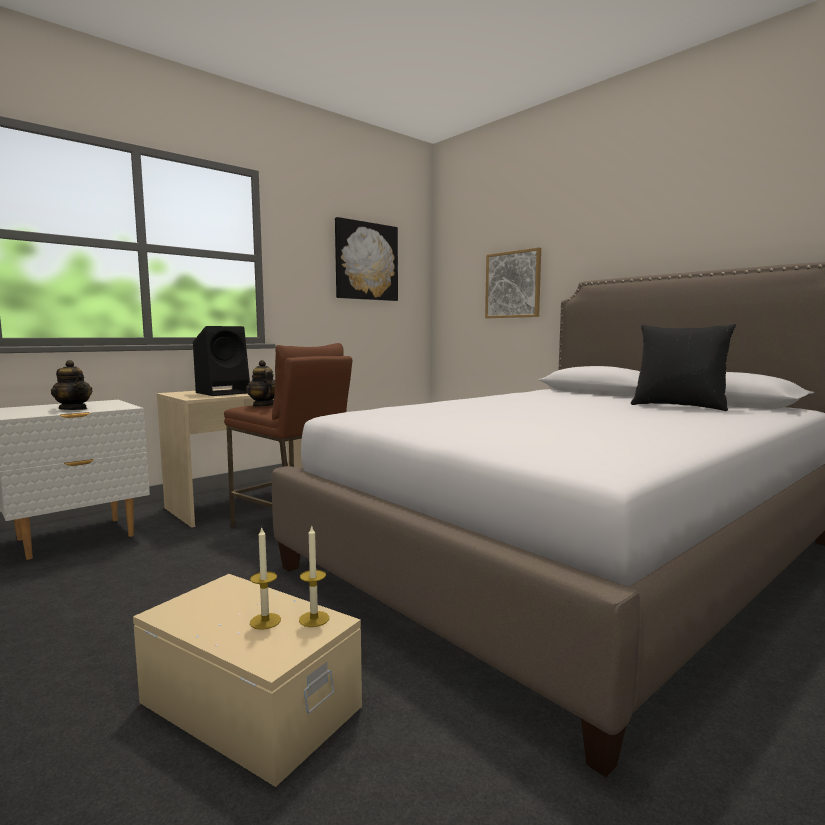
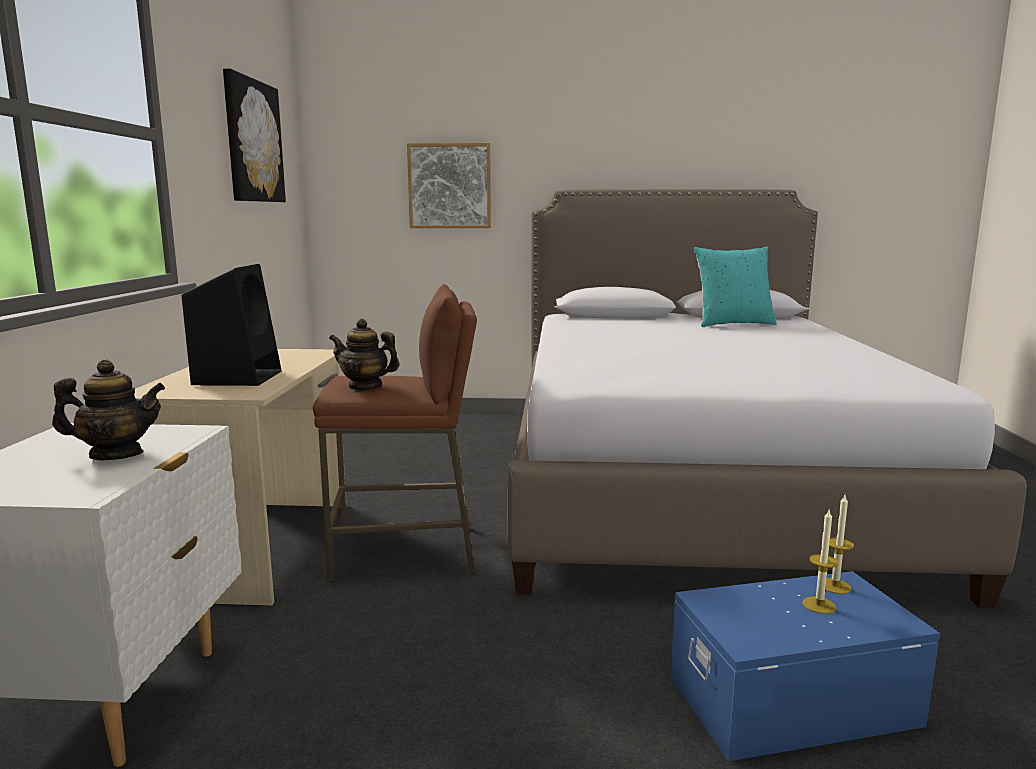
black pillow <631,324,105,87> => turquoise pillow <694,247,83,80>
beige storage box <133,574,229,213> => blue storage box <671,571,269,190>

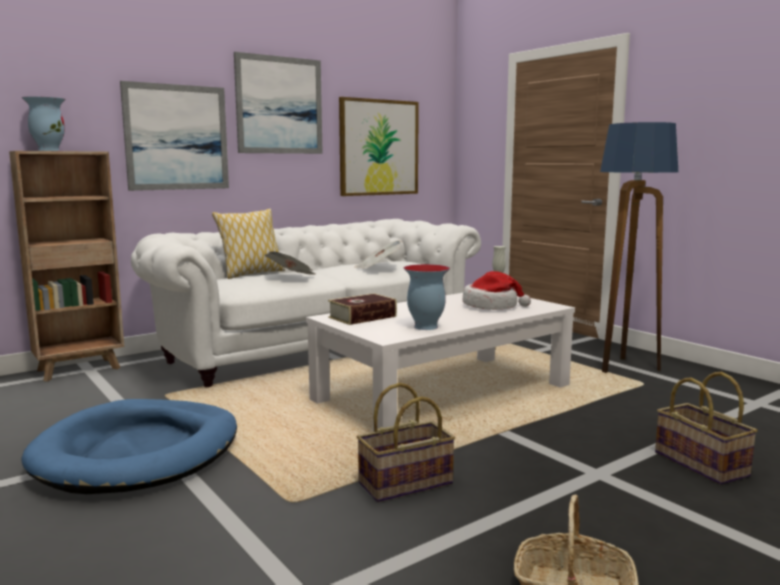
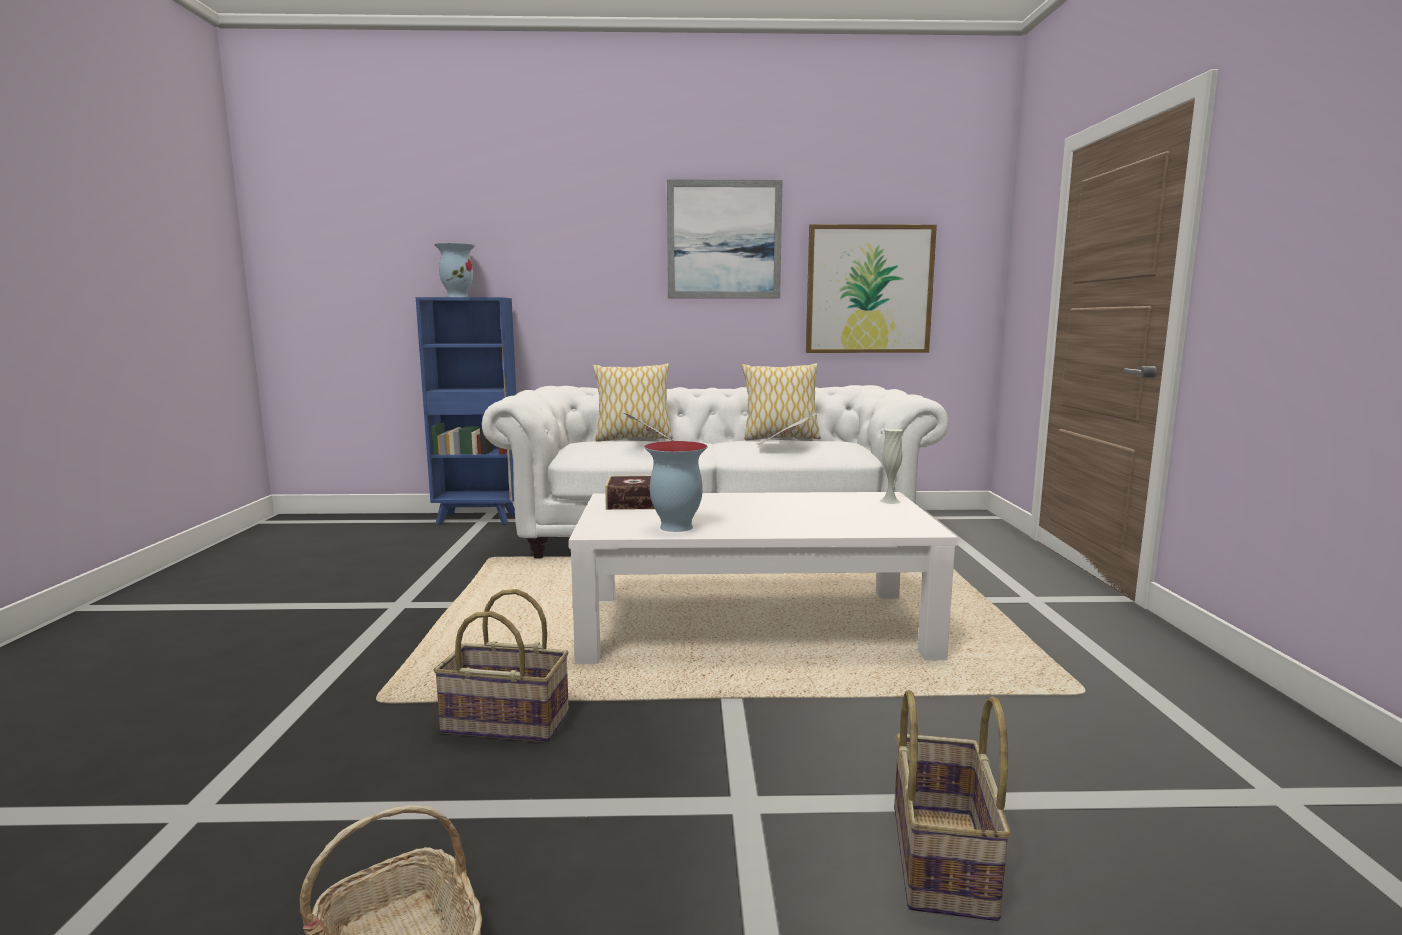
picture <120,81,109,110> => nothing
floor lamp <600,122,78,251> => nothing
brown bookcase <9,151,115,230> => blue bookcase <416,297,100,228>
hat <463,271,68,39> => nothing
blue dog bed <22,399,215,95> => nothing
nothing => pillow <742,363,79,78>

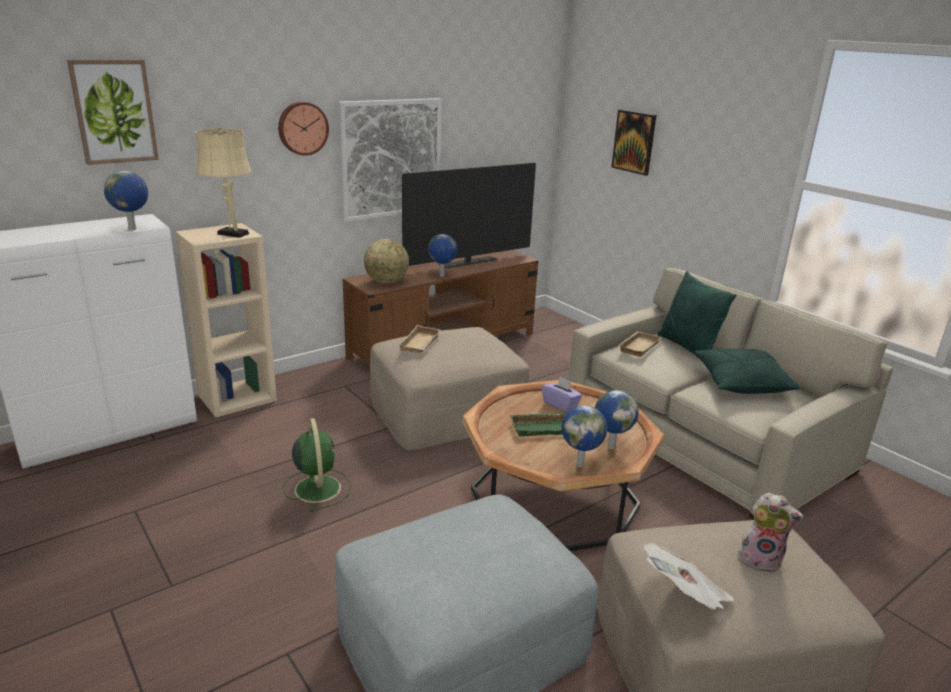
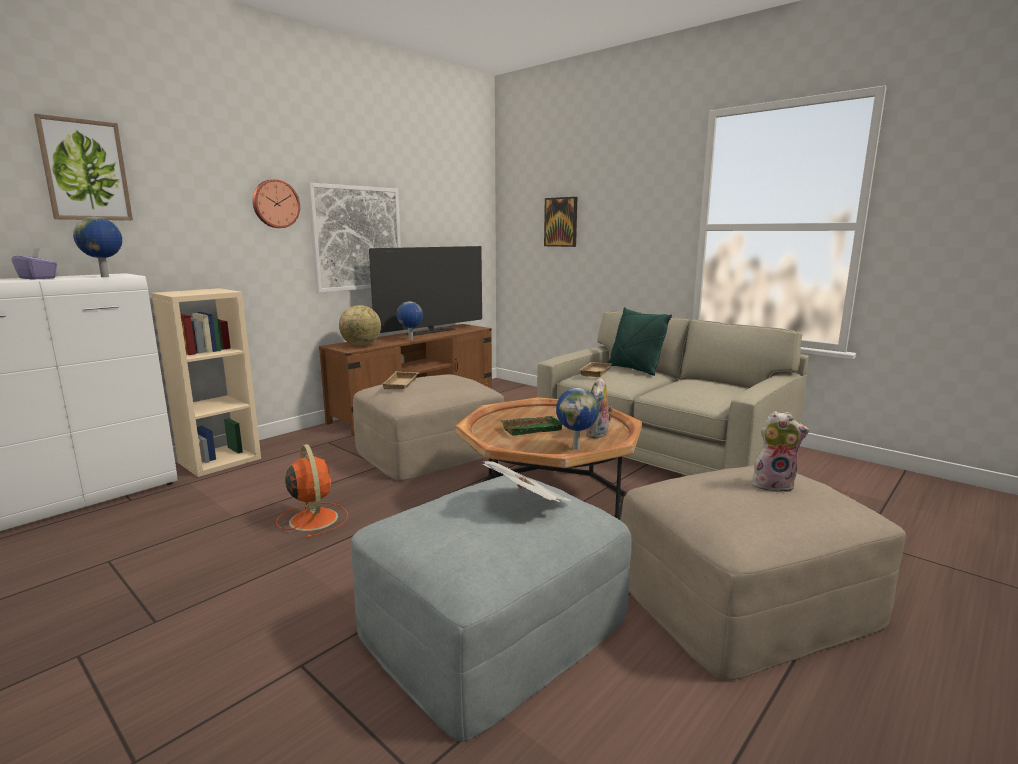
beige table lamp <195,126,56,112> => nothing
green pillow <694,349,106,45> => nothing
purple tissue box <542,377,40,35> => purple tissue box <11,248,46,32>, move
globe <595,390,43,59> => plush toy <586,377,27,62>
green fan <283,418,68,94> => orange fan <276,444,72,94>
newspaper <644,543,90,67> => newspaper <482,461,90,41>, move

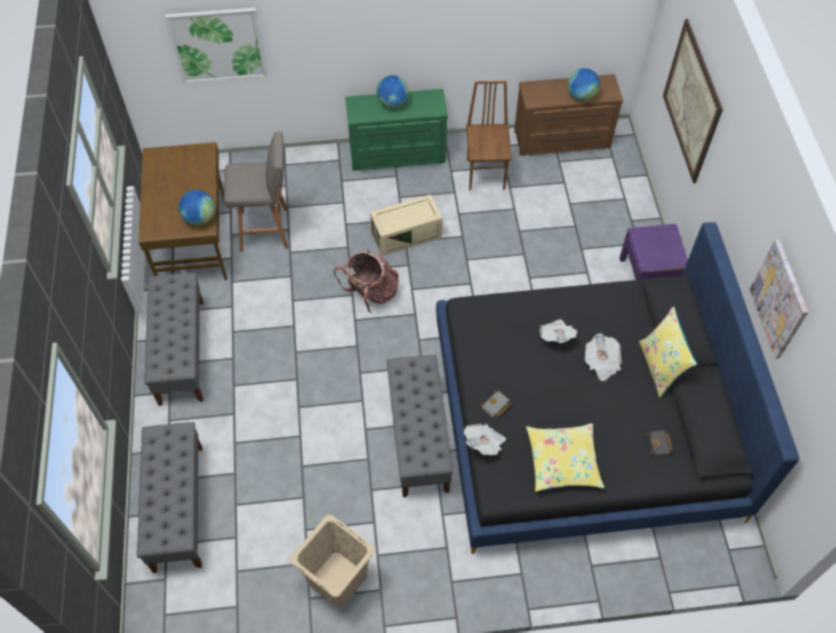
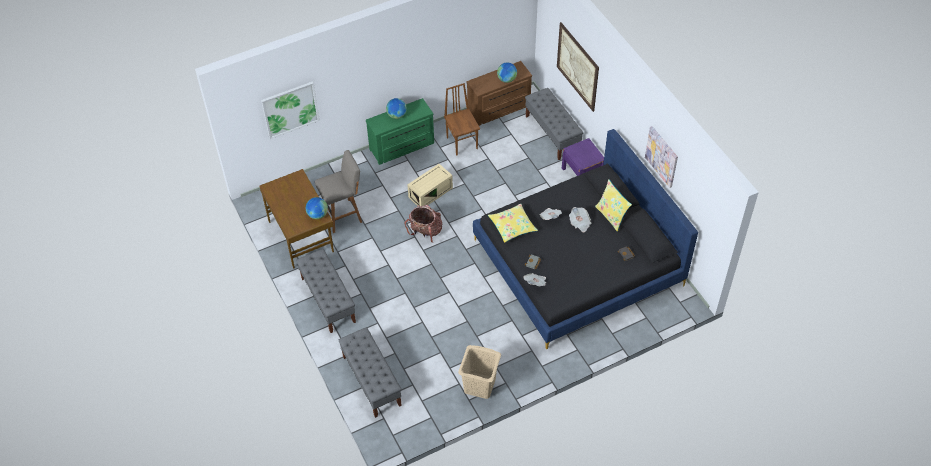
grey bench <387,355,66,142> => grey bench <525,88,58,72>, move
yellow pillow <526,423,78,69> => yellow pillow <488,204,50,39>, move

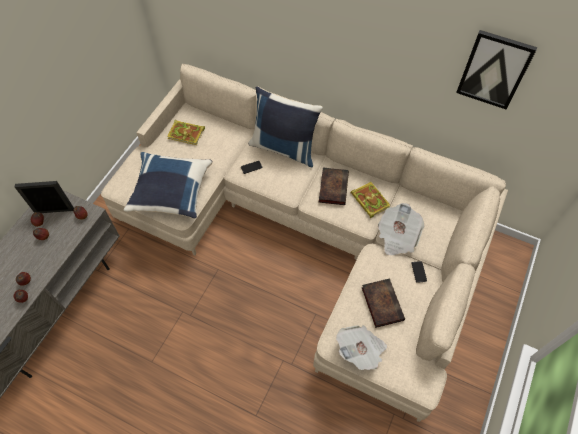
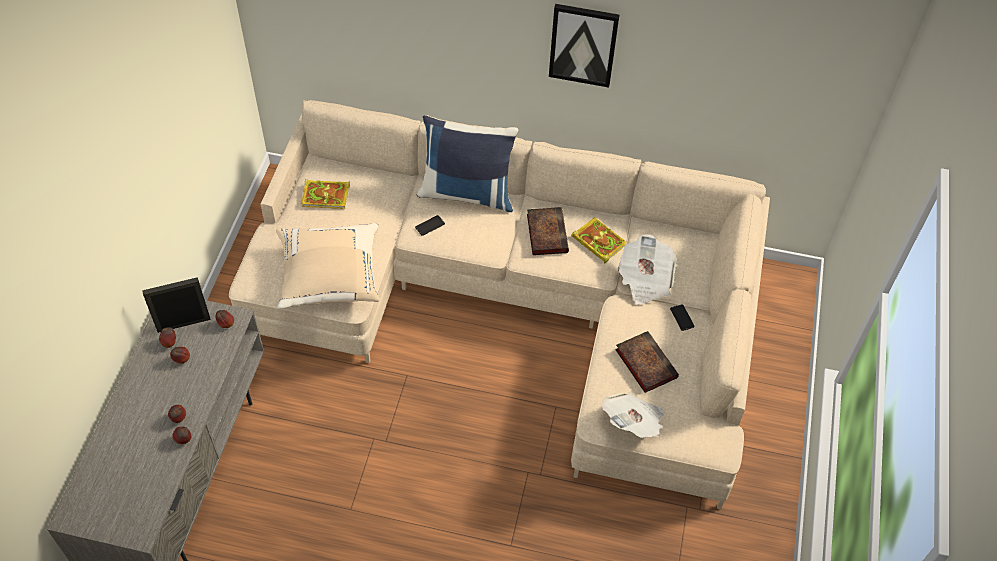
picture <456,30,81,80> => picture <549,4,70,84>, move
blue pillow <124,152,89,67> => beige pillow <276,223,104,86>

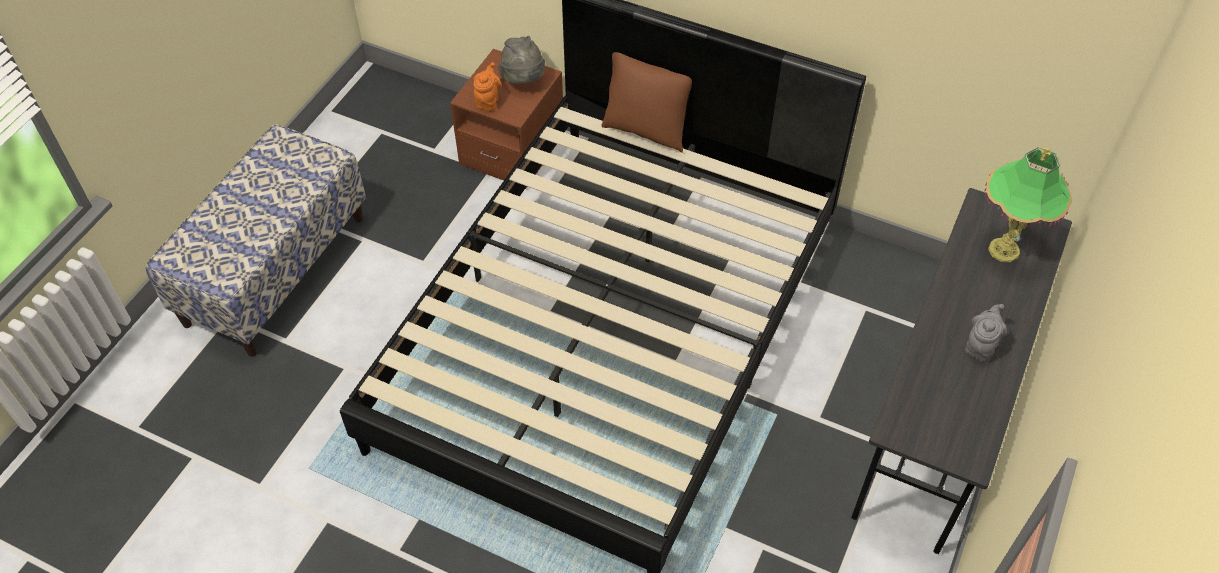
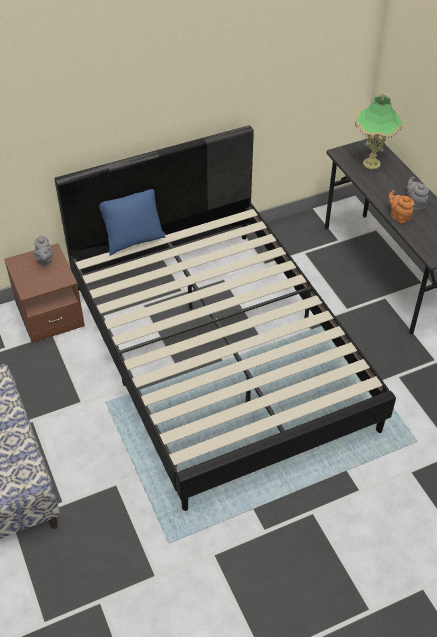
grey hat <498,36,47,48> => grey teapot <33,235,20,31>
brown pillow <601,52,91,101> => blue pillow <99,189,67,67>
orange teapot <474,62,28,49> => orange teapot <388,190,26,33>, move

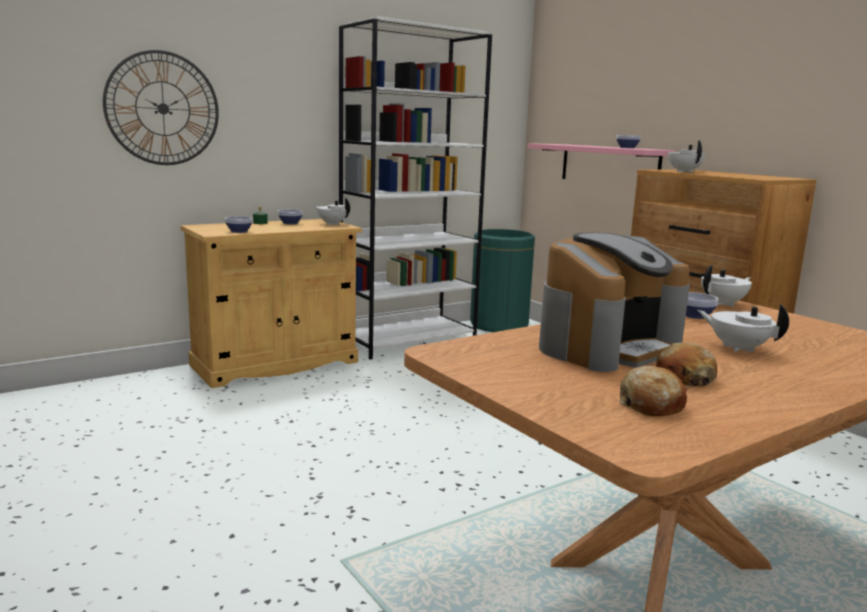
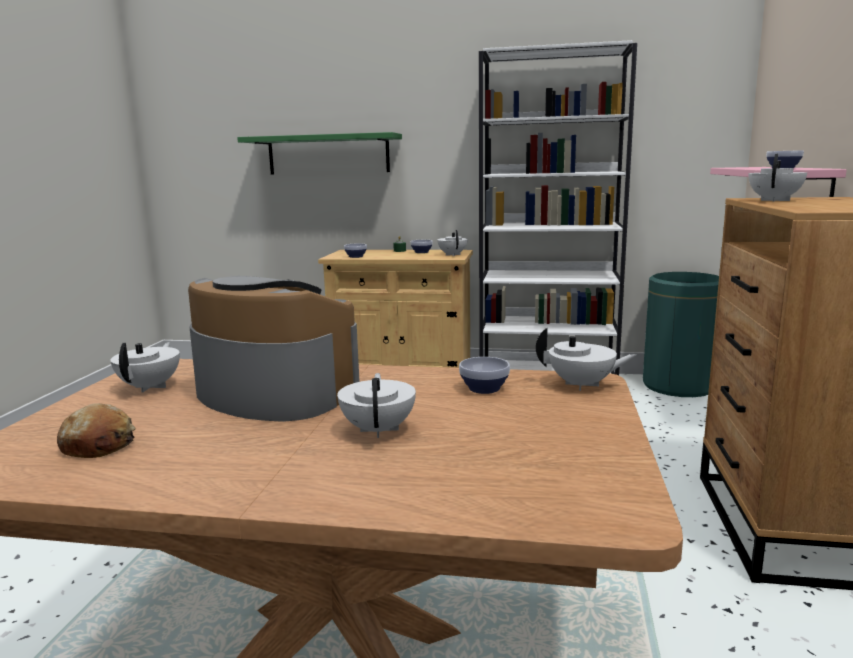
wall clock <103,50,116,115> => green shelf <237,132,165,43>
coffee machine <539,232,151,140> => coffee machine <188,276,172,146>, 150 degrees counterclockwise
bread <656,342,61,45> => nothing
nothing => white teapot <110,342,70,51>

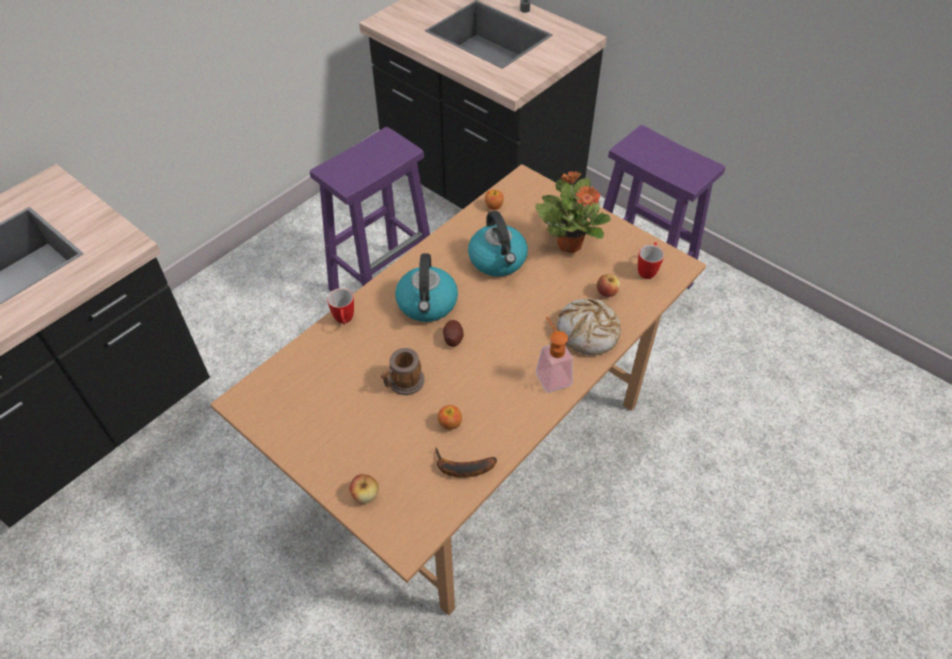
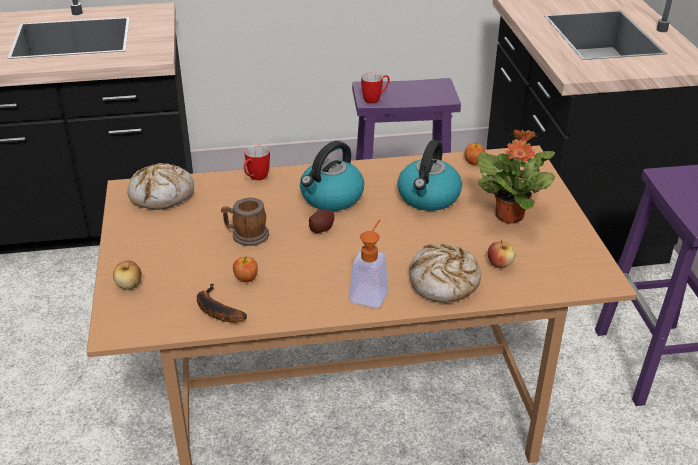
mug <638,242,26,37> => mug <361,72,29,32>, move
nothing => bread <127,163,67,47>

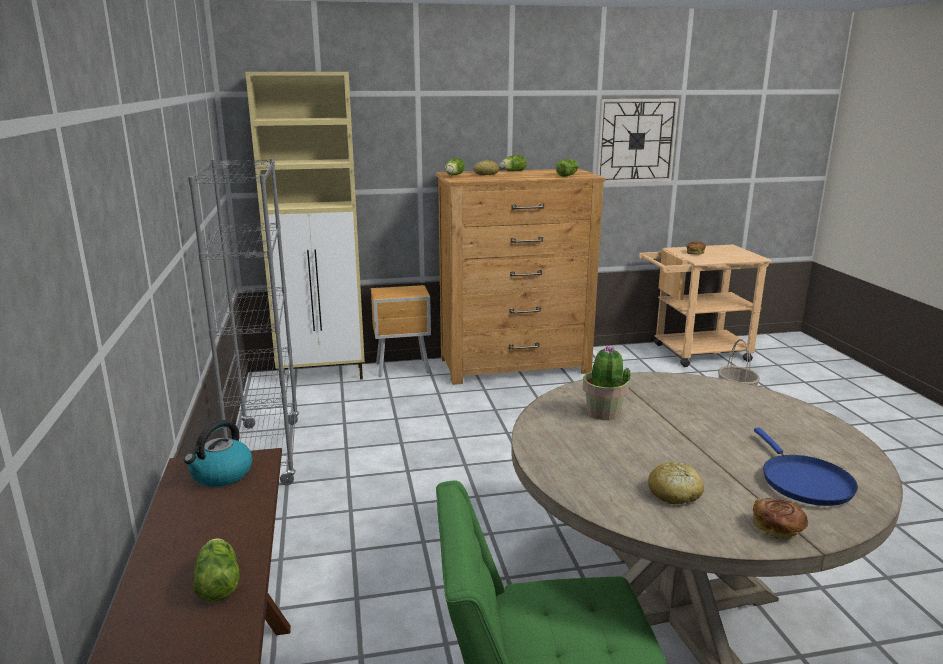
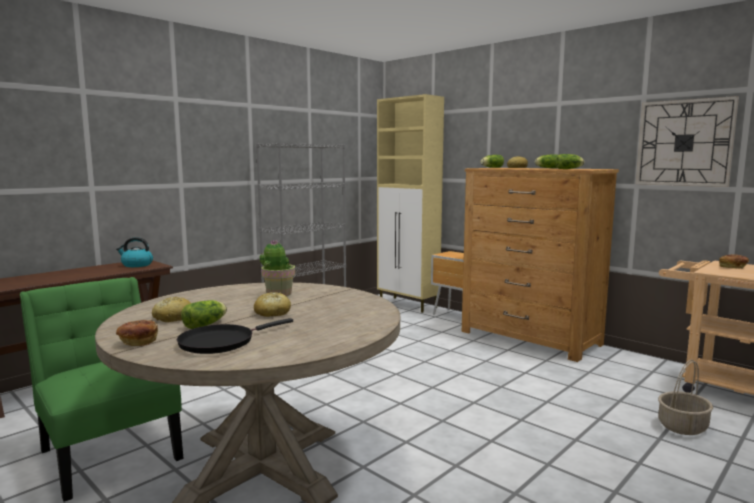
blue frying pan <754,428,104,78> => black frying pan <177,318,116,36>
lettuce <193,539,47,63> => lettuce <181,300,46,29>, move
nothing => bread <254,292,37,25>

